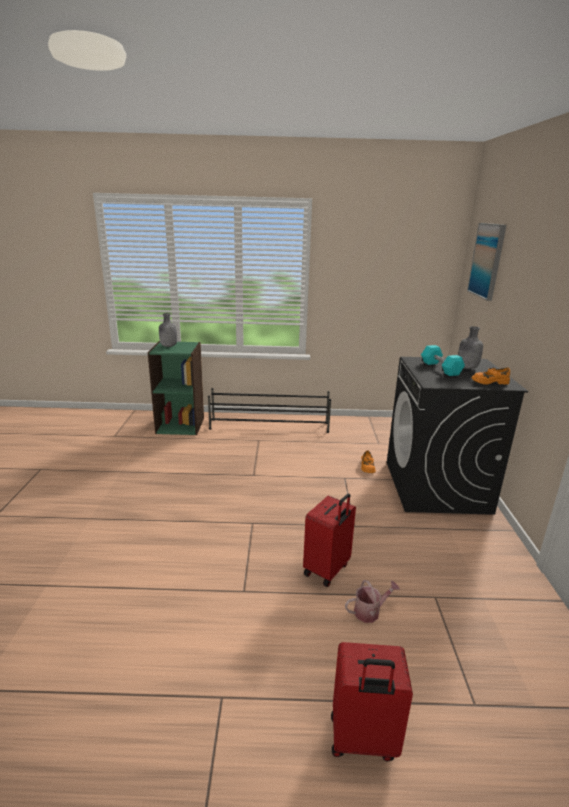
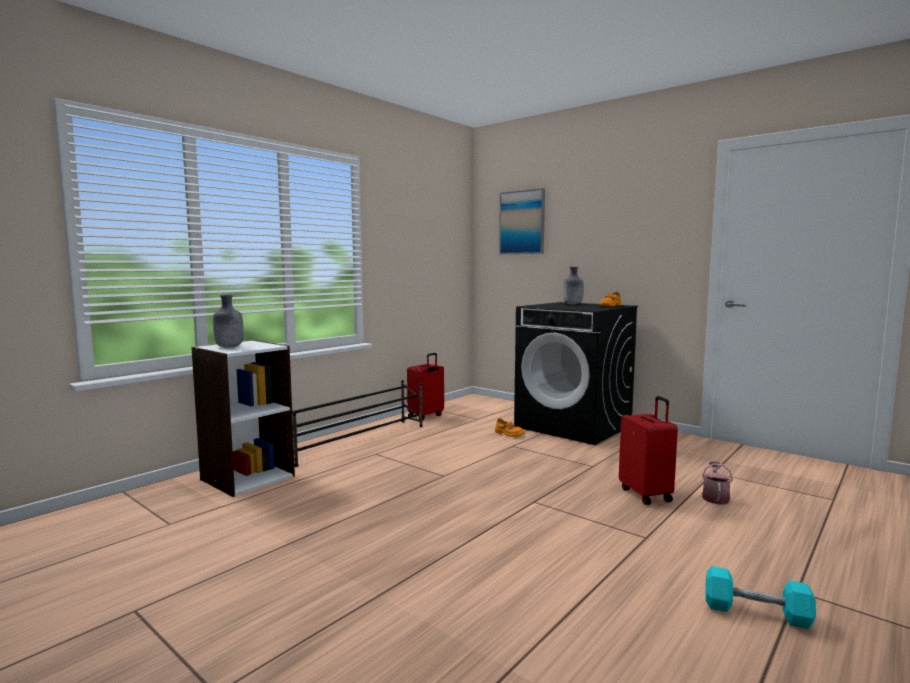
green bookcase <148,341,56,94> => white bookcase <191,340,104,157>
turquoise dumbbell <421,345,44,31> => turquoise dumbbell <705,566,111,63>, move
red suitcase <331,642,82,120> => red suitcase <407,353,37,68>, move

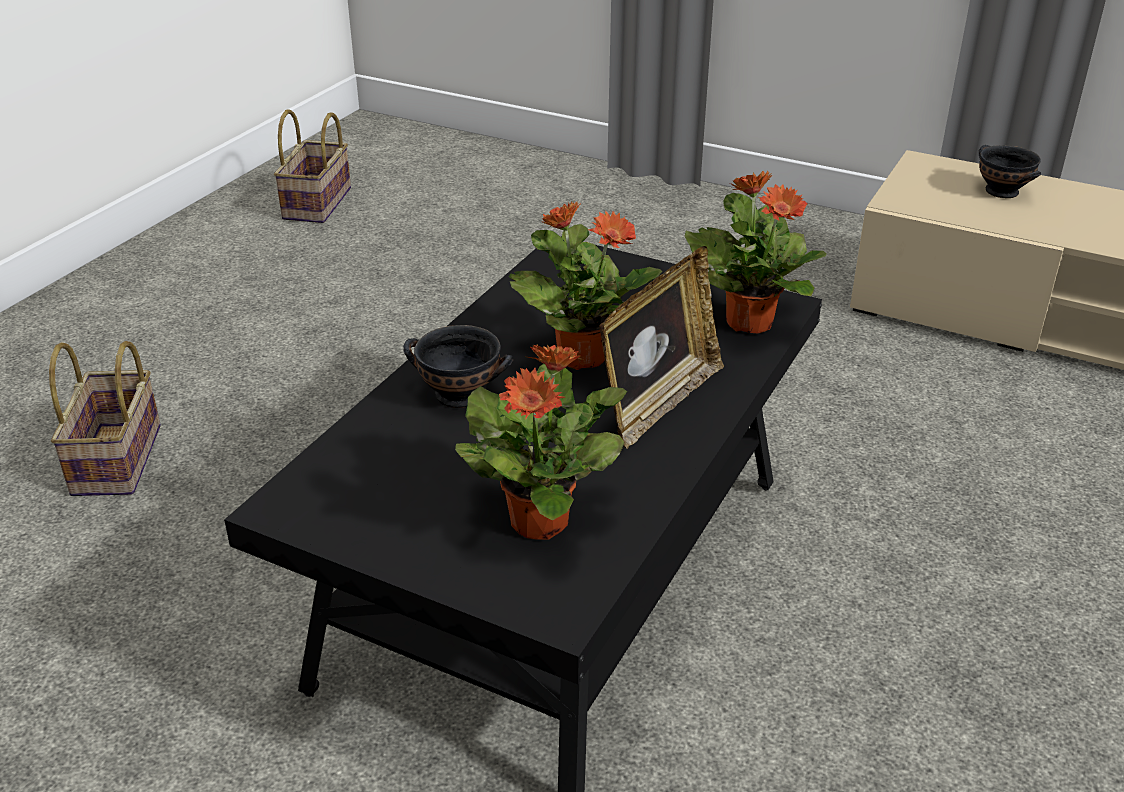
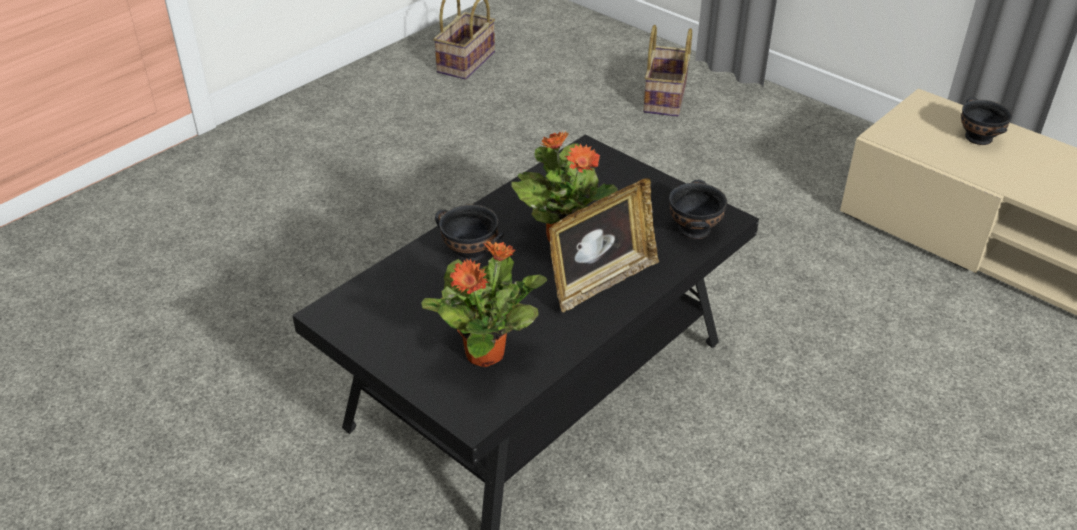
potted plant <685,171,142,162> => black bowl <669,180,58,59>
basket <49,341,112,155> => basket <643,25,49,92>, move

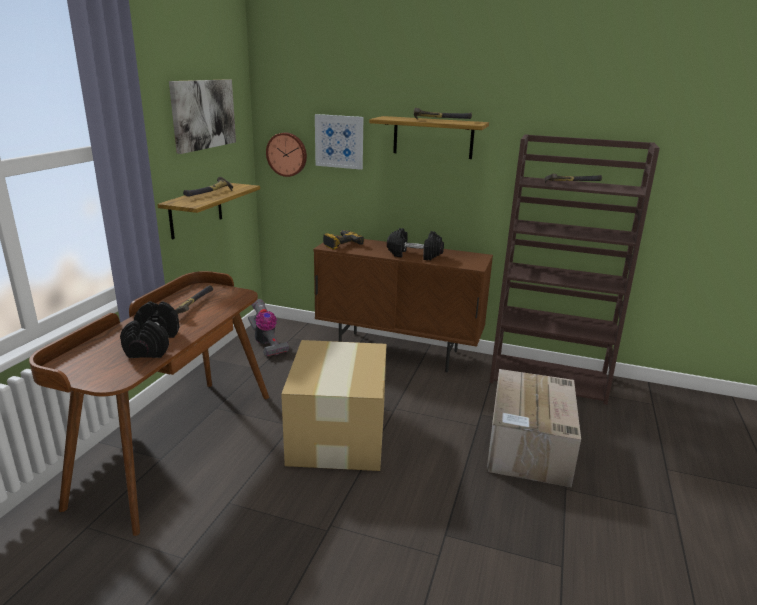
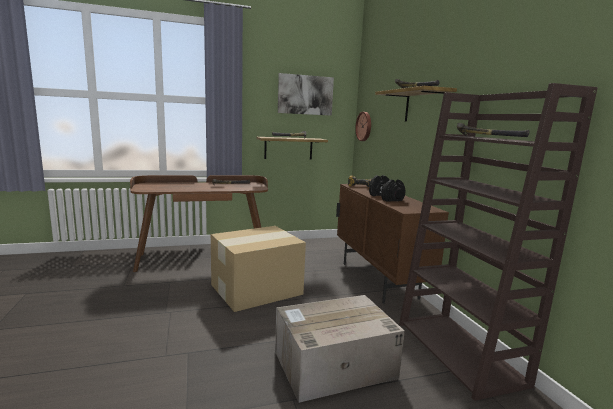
picture <315,114,48,56> => nothing
vacuum cleaner <248,299,41,58> => nothing
black dumbbell <120,301,59,57> => nothing

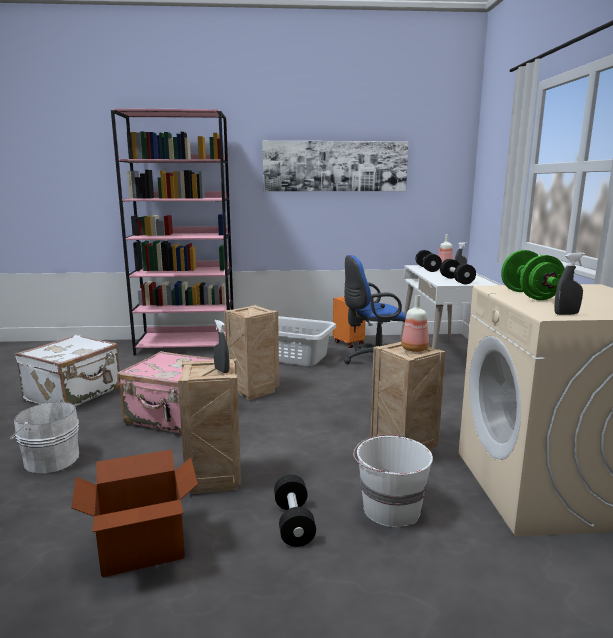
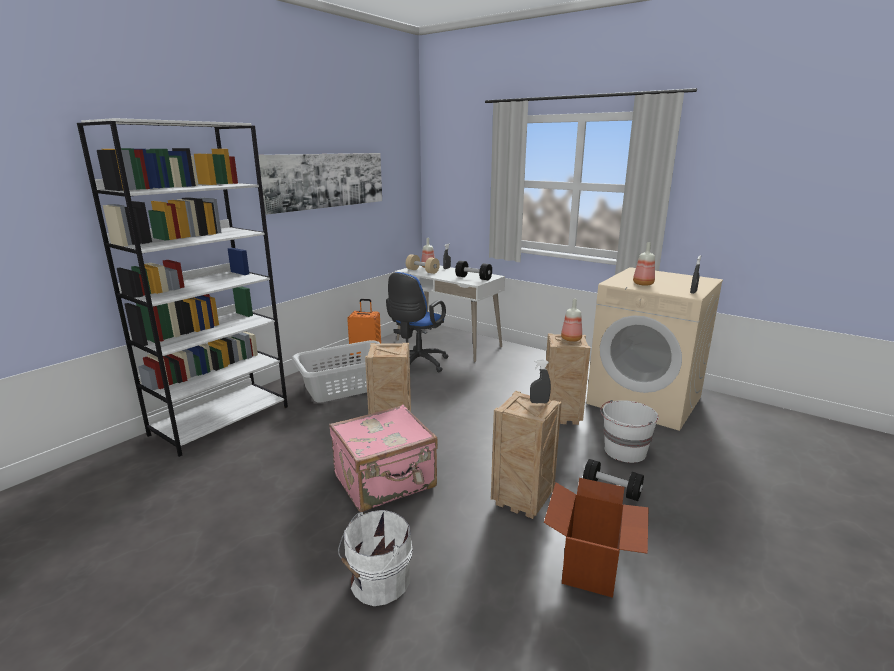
pink bookcase <111,108,123,248> => white bookcase <77,118,211,339>
black dumbbell <416,250,26,22> => beige dumbbell <406,254,34,20>
green dumbbell <501,250,64,50> => bottle <633,242,22,44>
white suitcase <15,335,105,71> => nothing

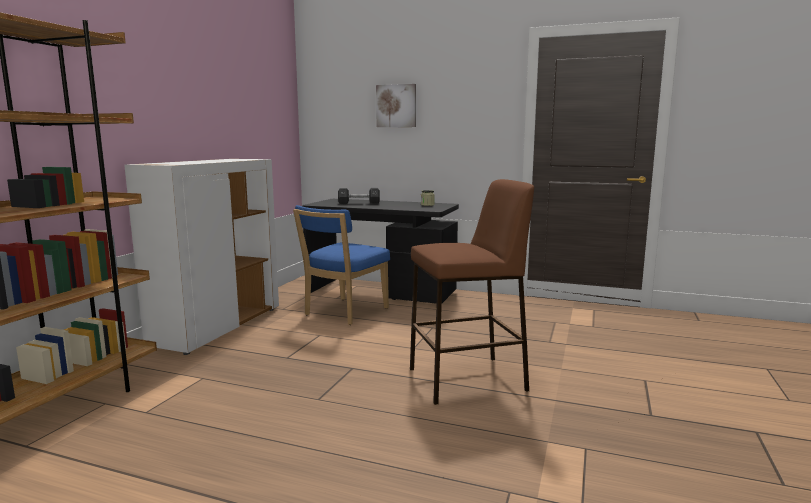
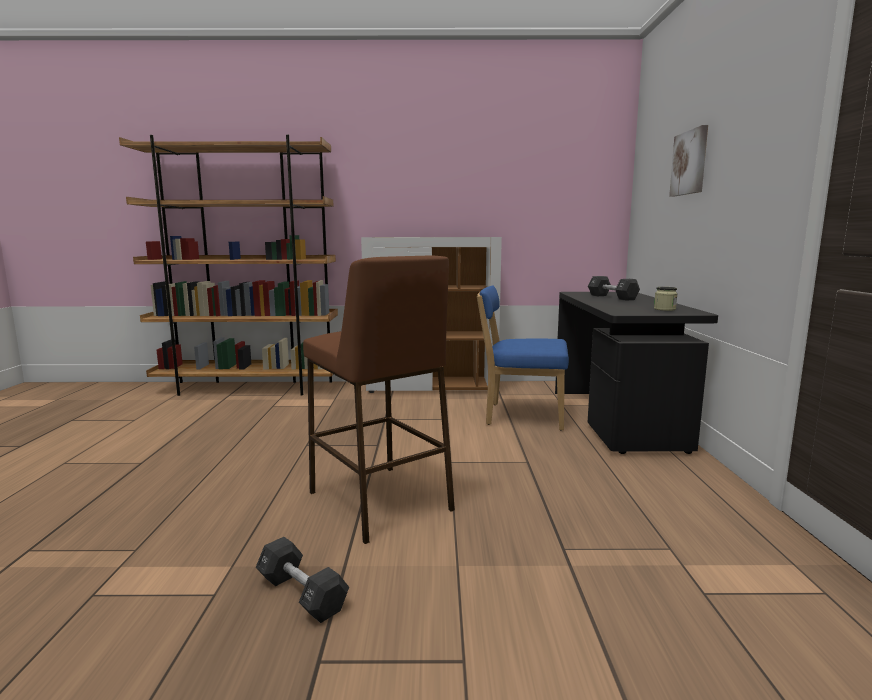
nothing => black dumbbell <256,537,93,86>

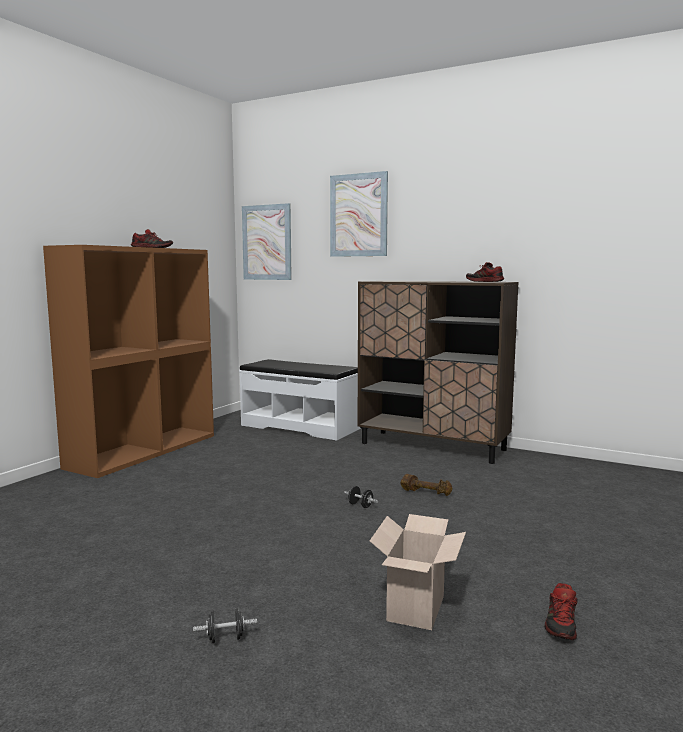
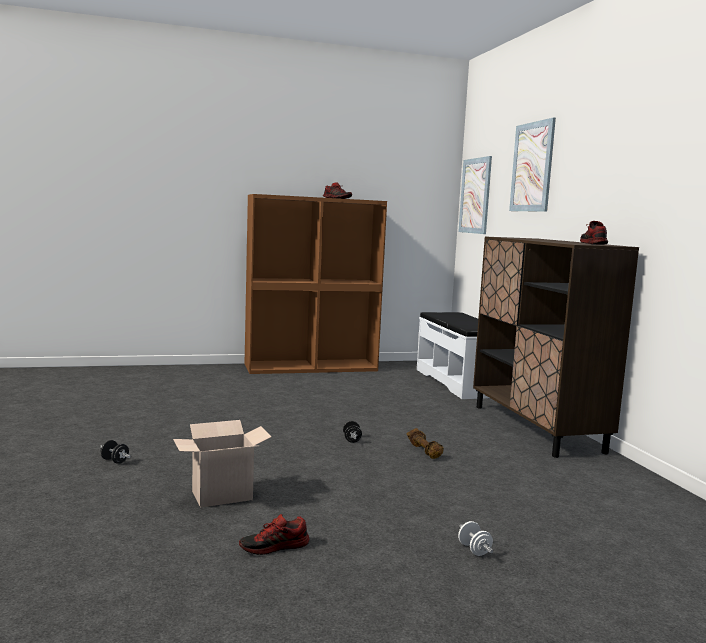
nothing => white dumbbell <458,521,35,35>

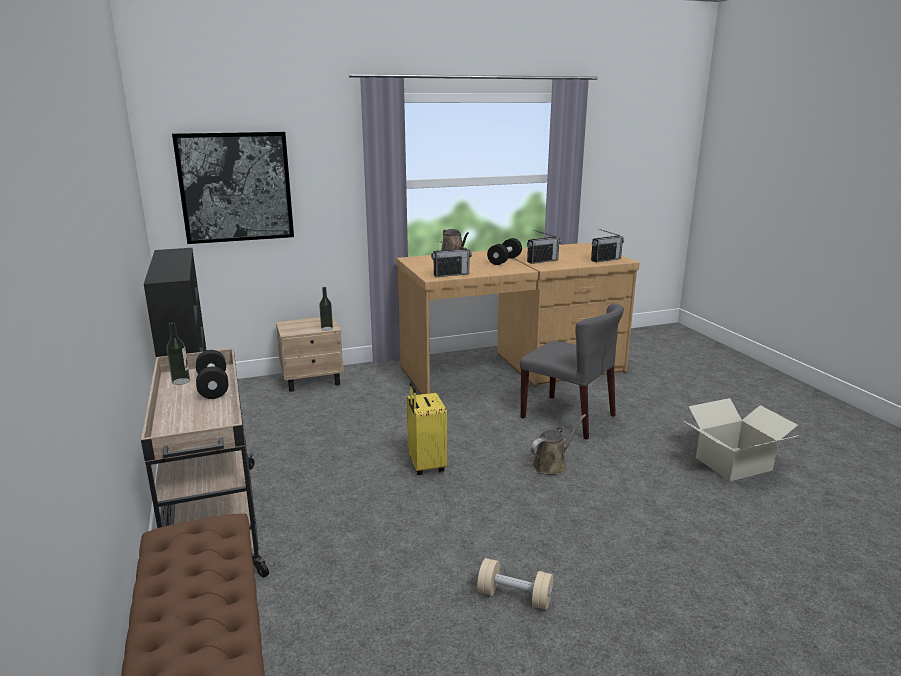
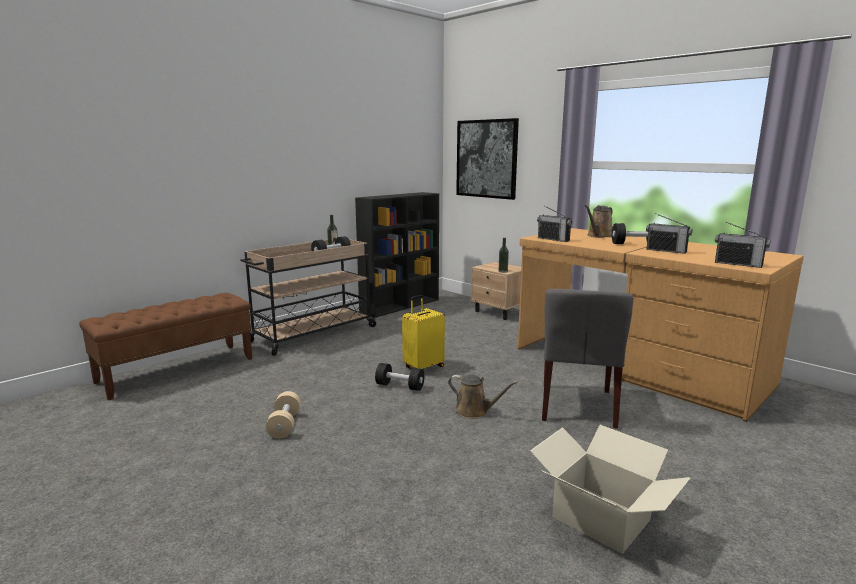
nothing => black dumbbell <375,363,49,28>

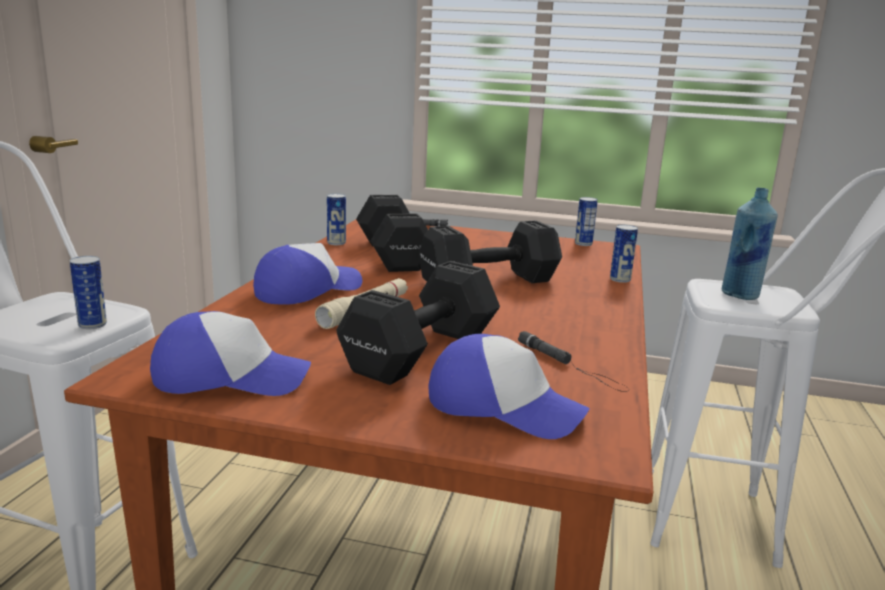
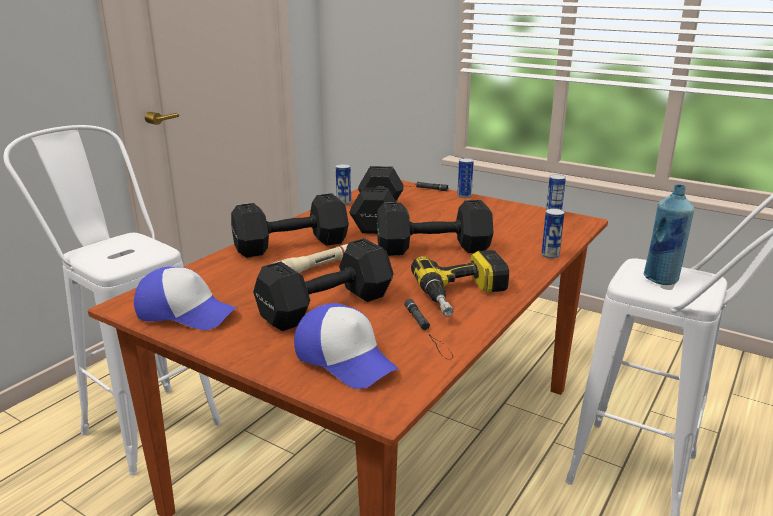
cap <253,243,110,62> => black dumbbell <231,193,118,65>
can <70,256,37,73> => can <457,158,17,40>, move
nothing => power drill <411,250,98,67>

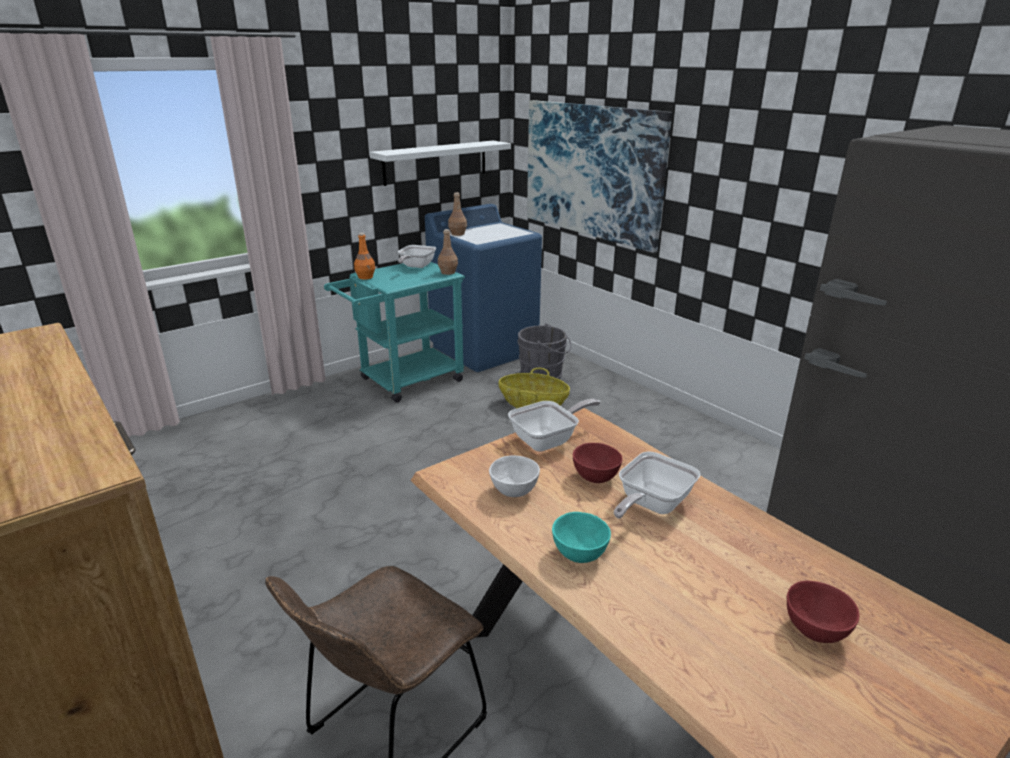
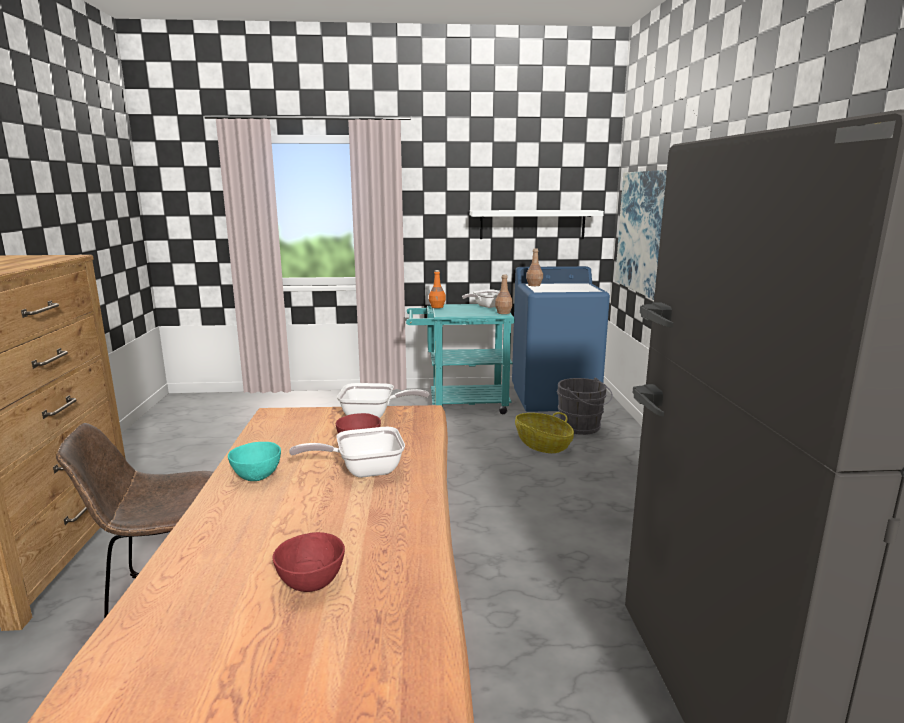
white bowl <489,455,51,42> => nothing

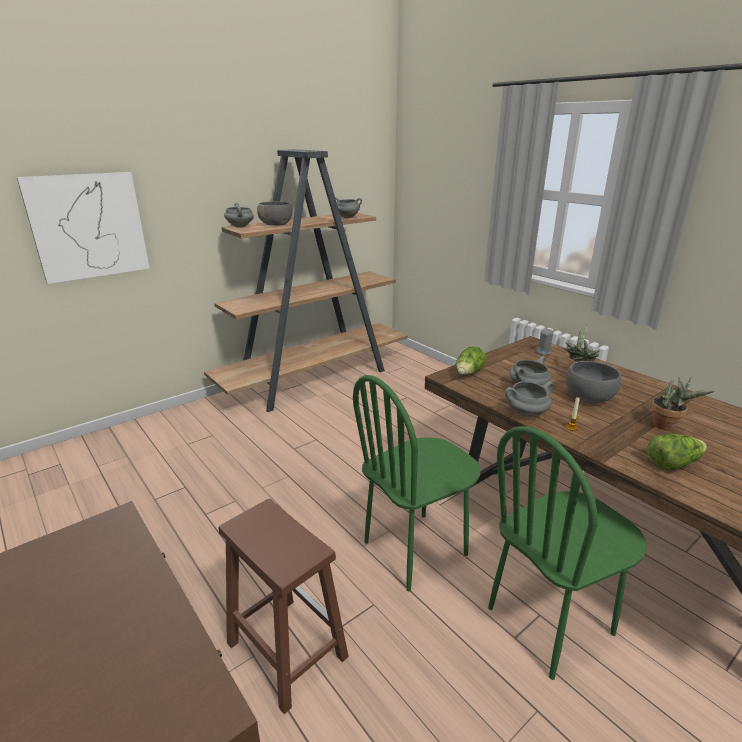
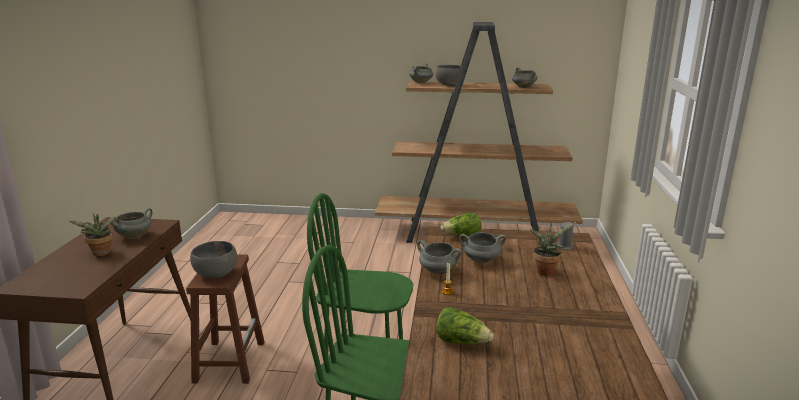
picture <17,172,133,112> => nothing
grey bowl <566,361,55,43> => grey bowl <190,241,47,38>, move
potted plant <651,377,63,54> => potted plant <69,213,47,43>, move
nothing => grey cooking pot <109,208,43,31>

